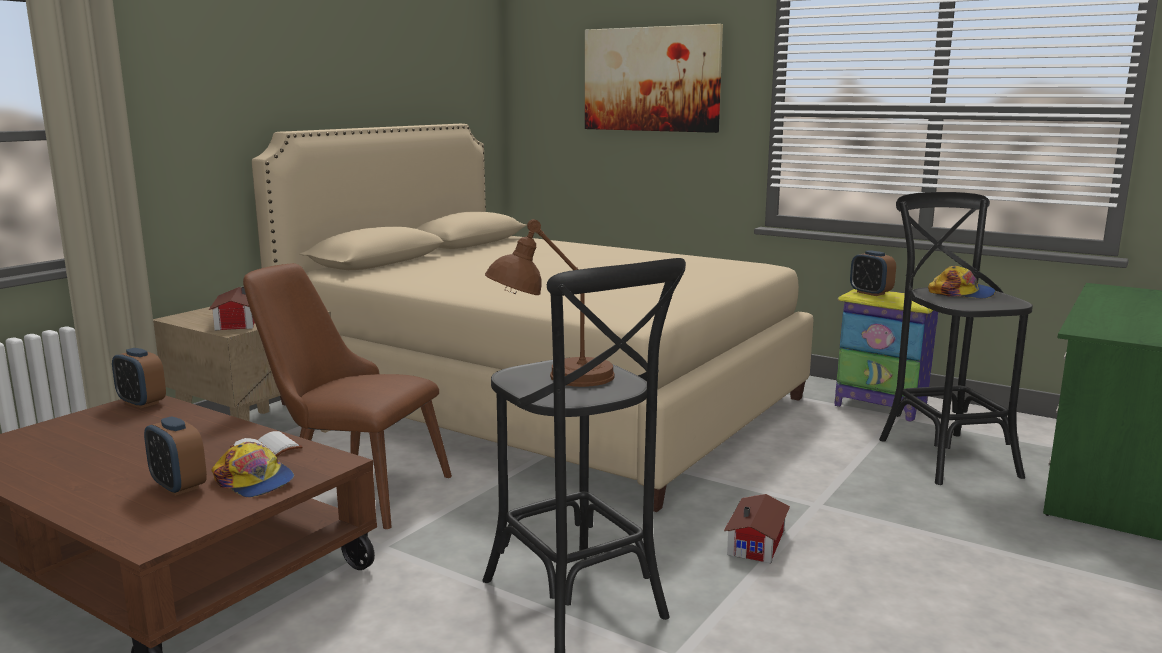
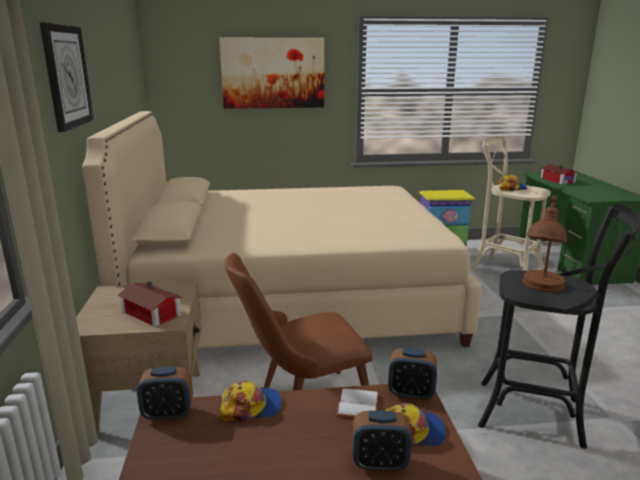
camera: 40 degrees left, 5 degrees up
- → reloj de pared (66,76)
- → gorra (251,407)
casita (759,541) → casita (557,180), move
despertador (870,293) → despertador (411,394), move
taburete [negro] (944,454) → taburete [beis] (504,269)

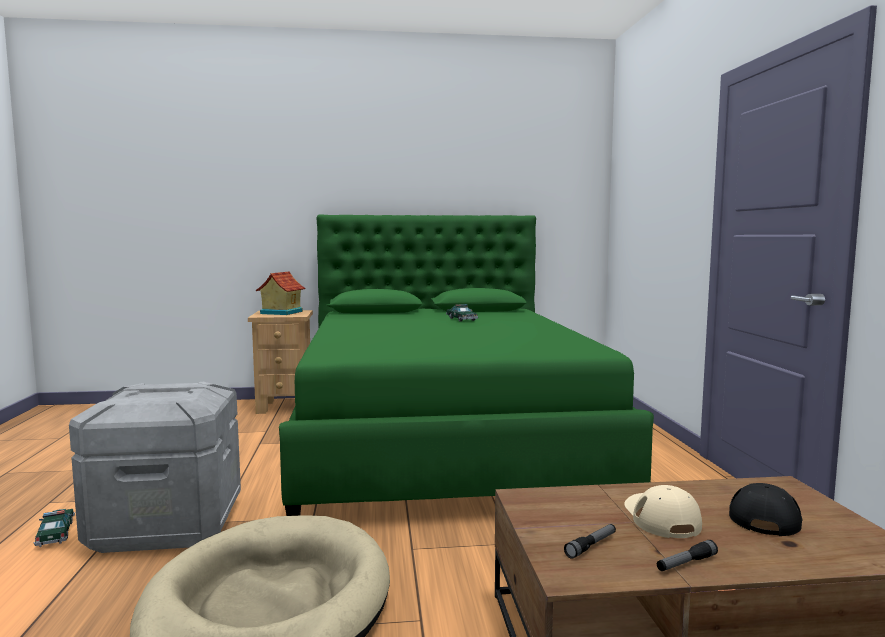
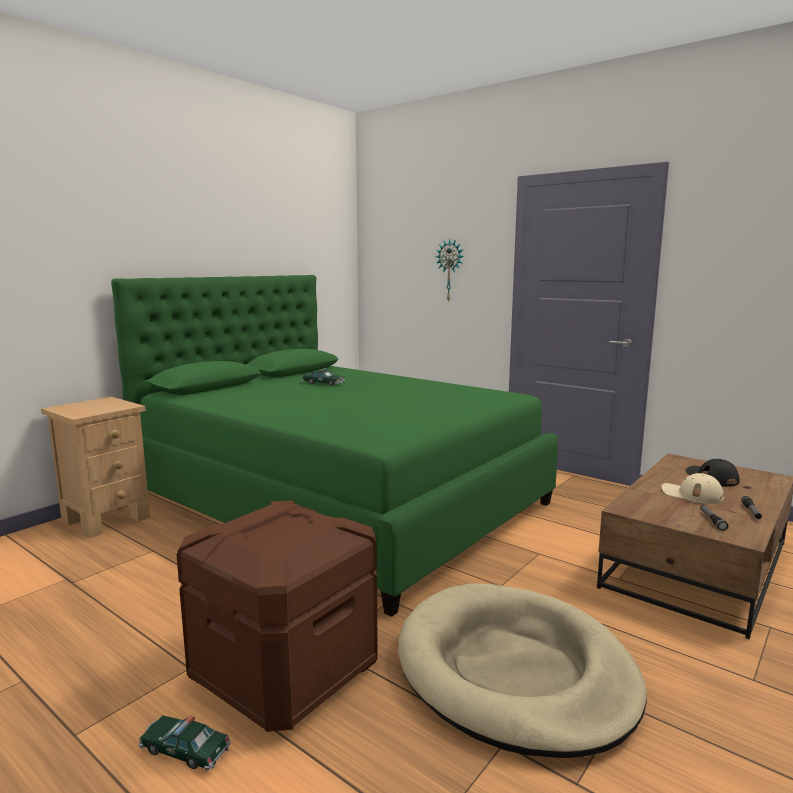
camera: 45 degrees left, 5 degrees up
casita (280,312) → -
- → reloj de pared (450,270)
caja de almacenaje [gris] (168,524) → caja de almacenaje [marrón] (285,671)

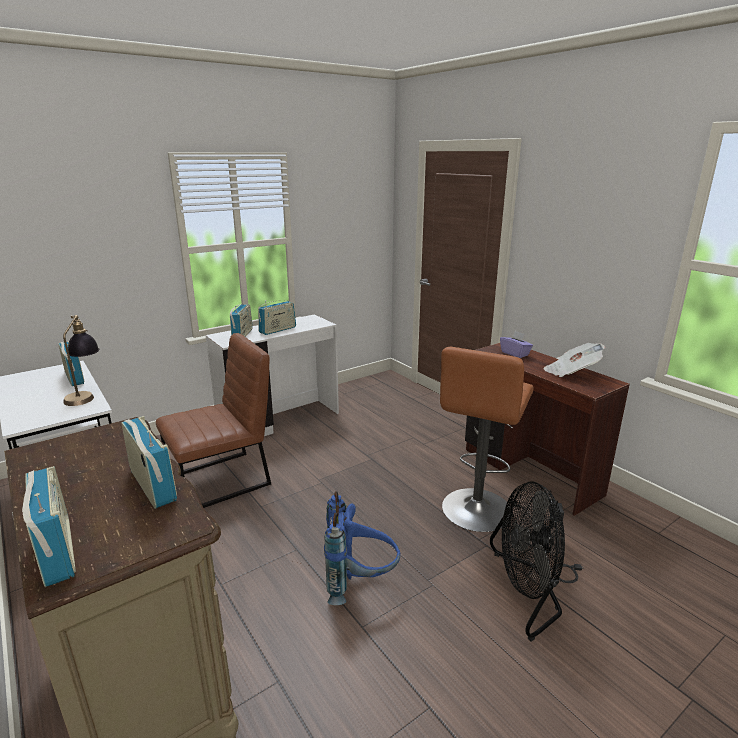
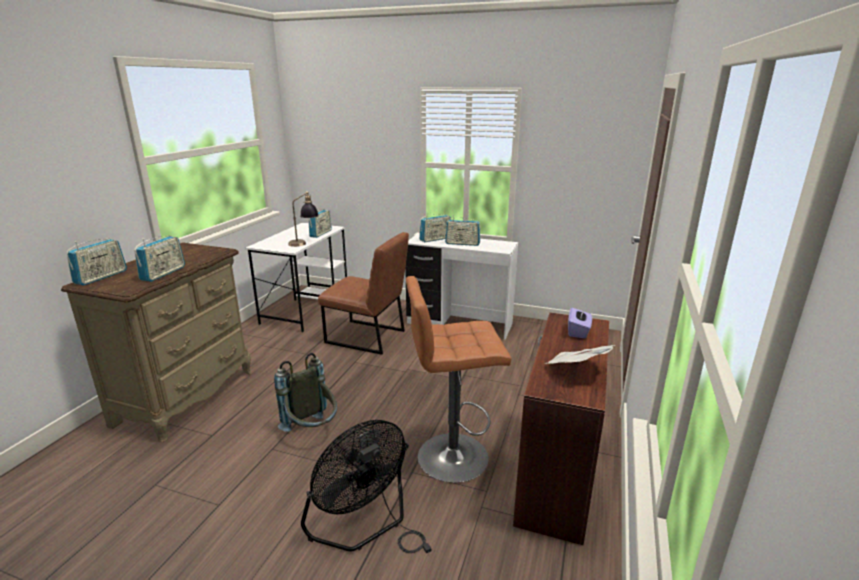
camera: 55 degrees right, 0 degrees up
mochila [azul] (360,583) → mochila [gris] (312,431)

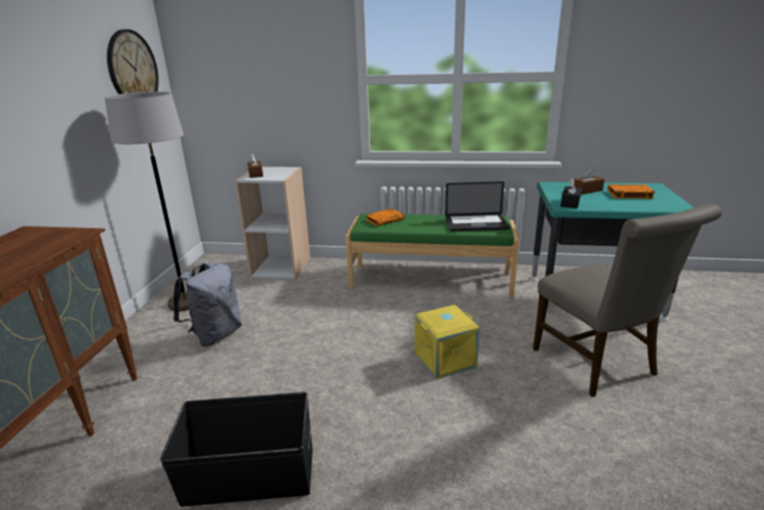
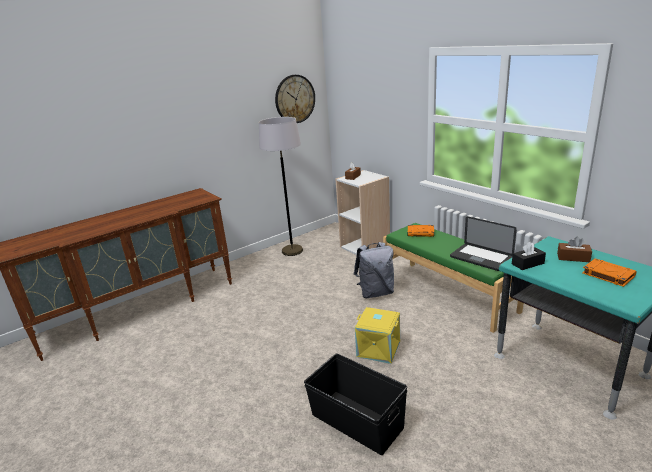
camera: 45 degrees right, 0 degrees up
silla [beis] (599,365) → -
caja de almacenaje [negro] (249,475) → caja de almacenaje [negro] (356,420), move
mochila [gris] (215,335) → mochila [gris] (376,293), move

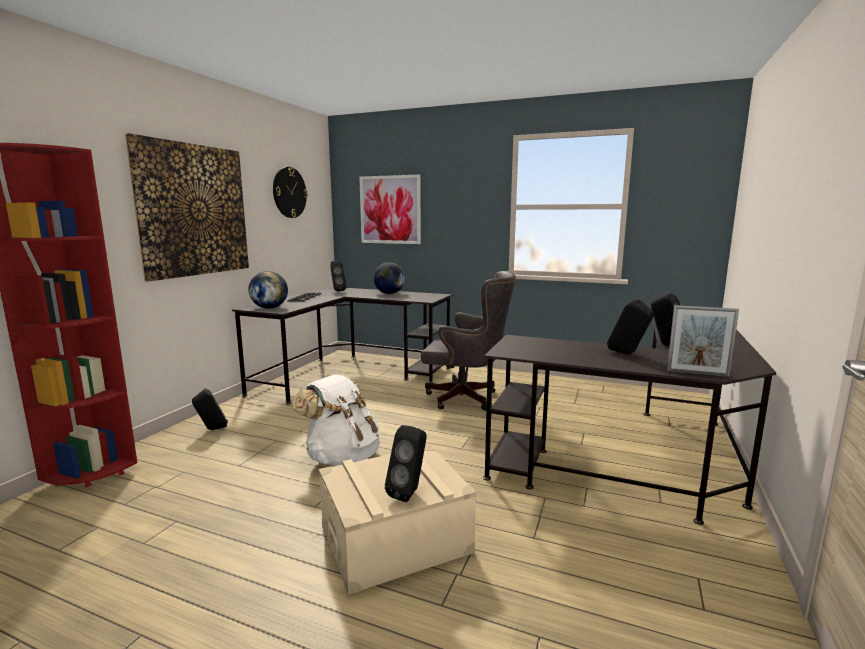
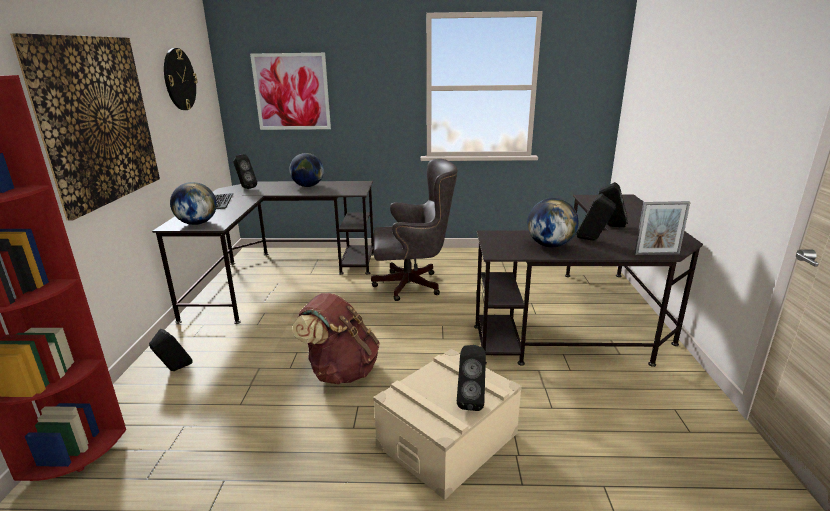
camera: 20 degrees left, 10 degrees up
- → globo terráqueo (550,245)
mochila [blanco] (342,457) → mochila [marrón] (341,371)

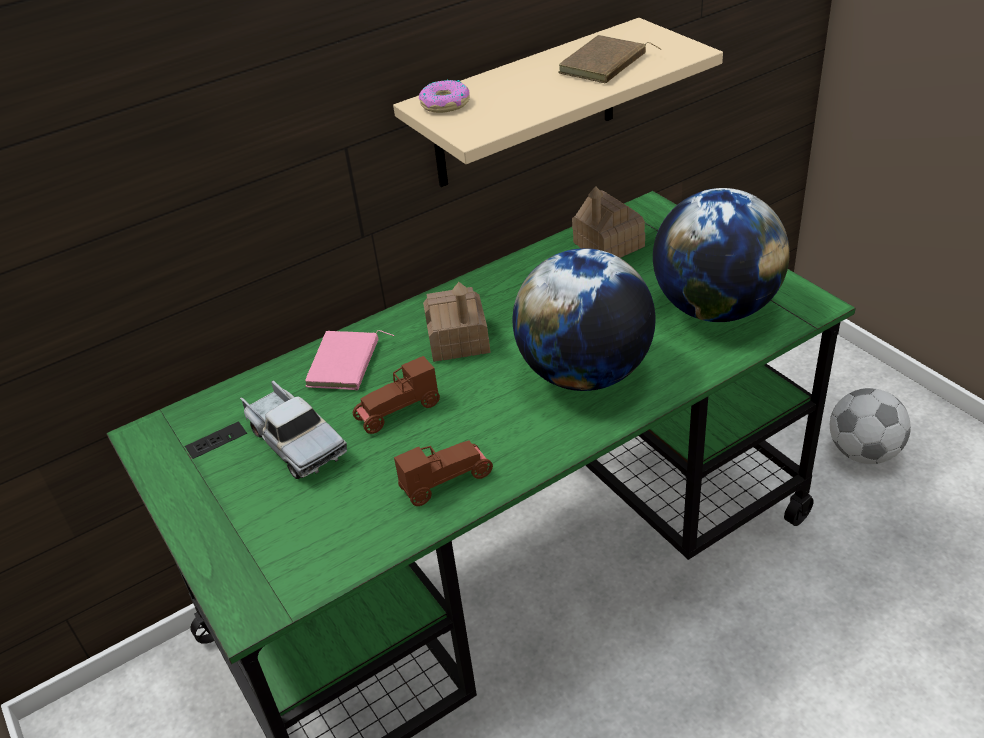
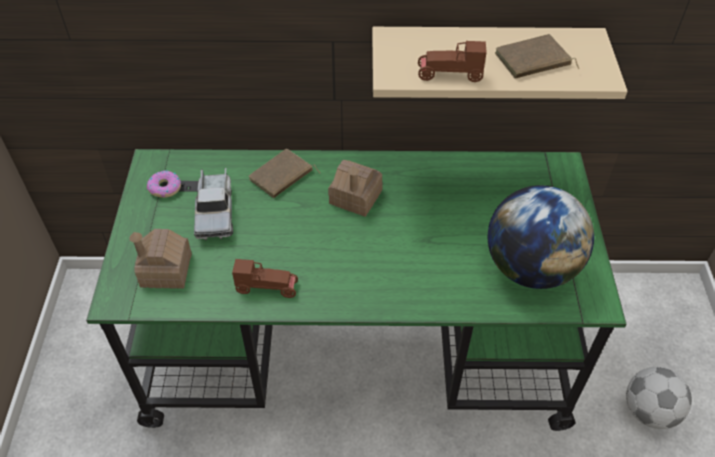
camera: 30 degrees right, 10 degrees up
globo terráqueo (585,373) → -
coche de juguete [marrón] (398,413) → coche de juguete [marrón] (449,75), move
rosquilla (445,104) → rosquilla (165,188), move
casita (608,245) → casita (166,270), move
libro [rosa] (346,364) → libro [marrón] (282,177)

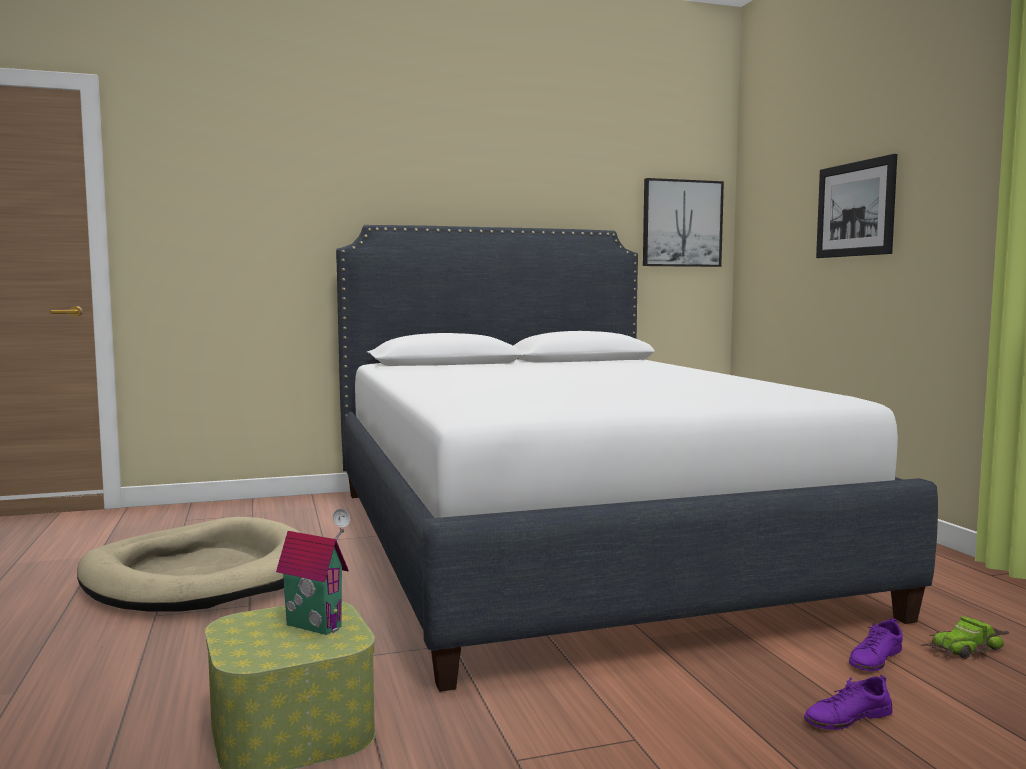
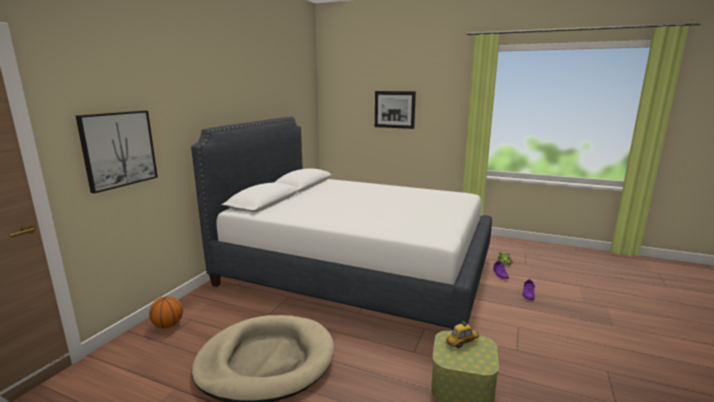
camera: 50 degrees left, 10 degrees up
- → balón de baloncesto (168,325)
cuadro (681,223) → cuadro (118,149), move
casita (317,624) → coche de juguete (462,343)

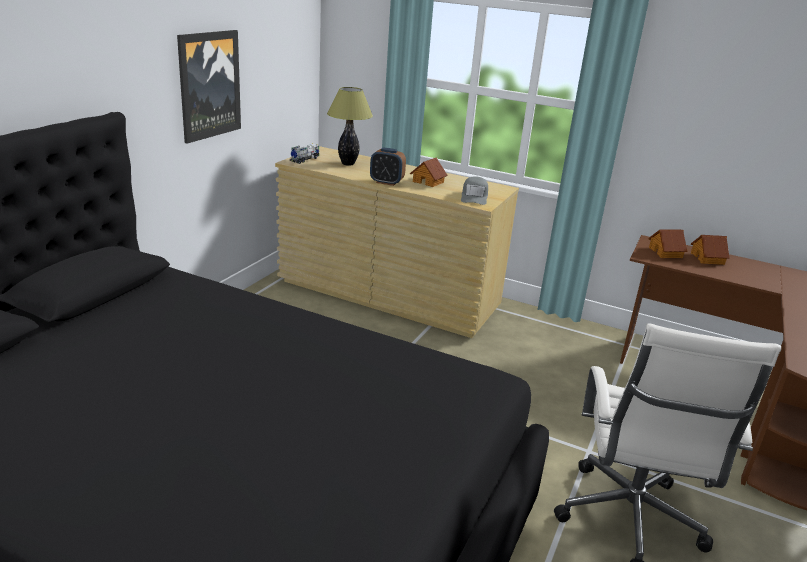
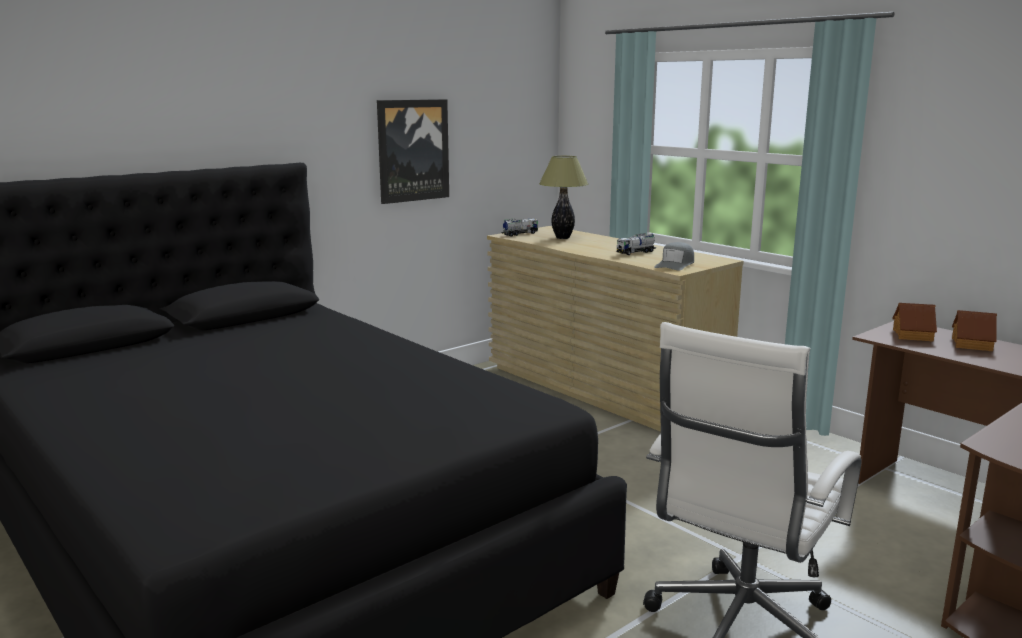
camera: 25 degrees right, 10 degrees down
despertador (386,182) → -
casita (428,182) → camión de juguete (636,252)

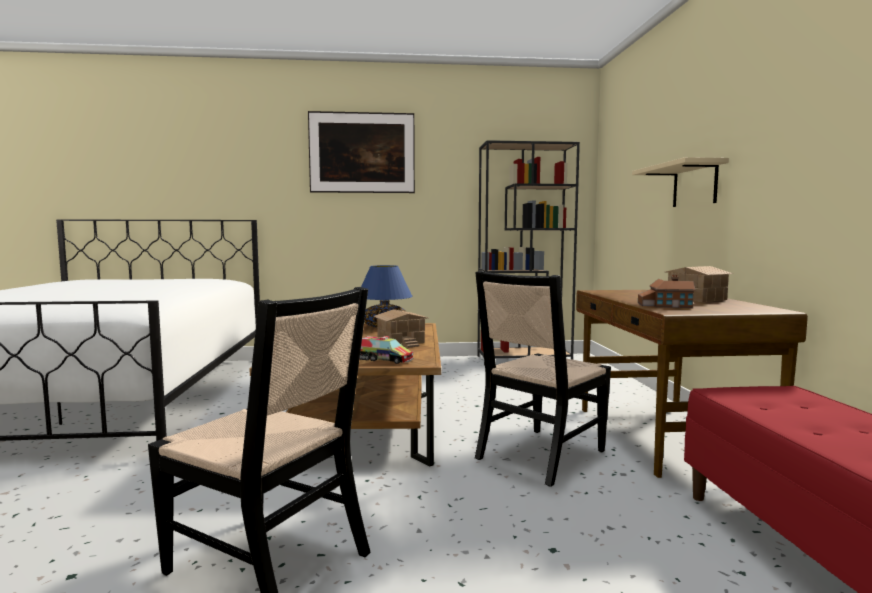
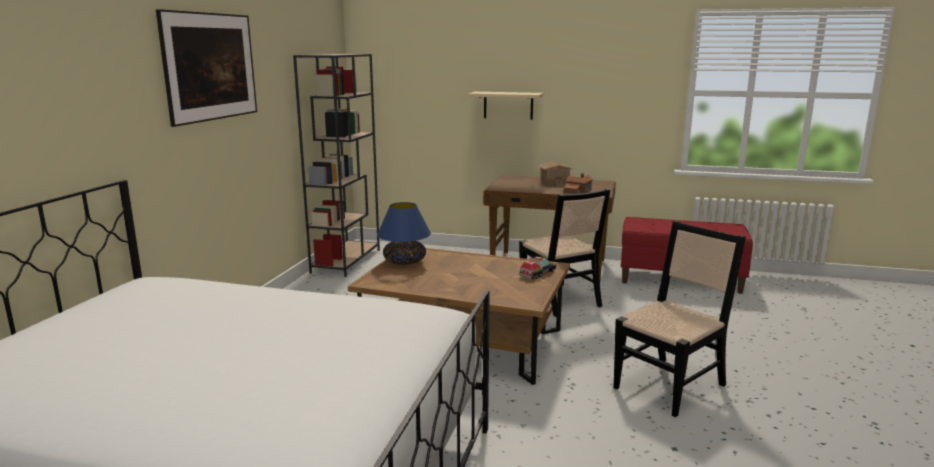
camera: 70 degrees left, 10 degrees up
casita (399,341) → -

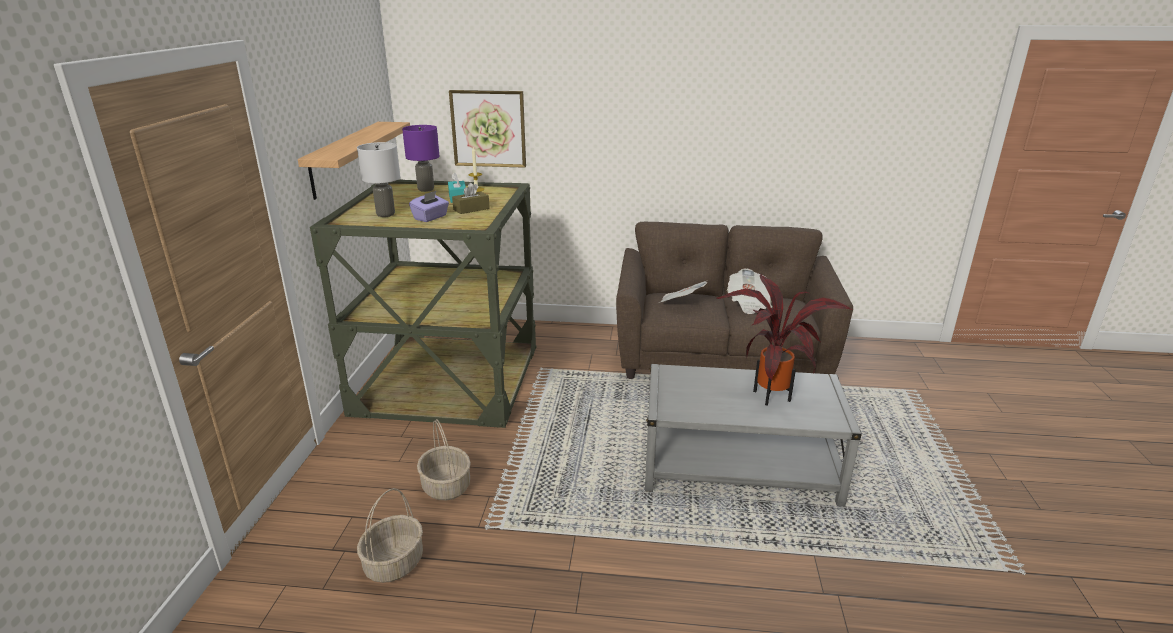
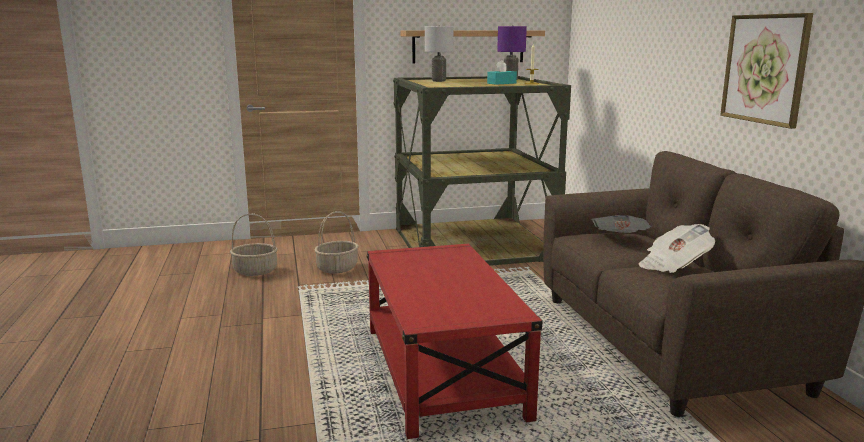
camera: 70 degrees right, 10 degrees down
caja de pañuelos [morado] (430,217) → -
caja de pañuelos [marrón] (471,209) → -
planta en maceta (772,394) → -
cuadro (488,128) → cuadro (765,69), move
mesa de centro [gris] (739,466) → mesa de centro [rojo] (442,371)

